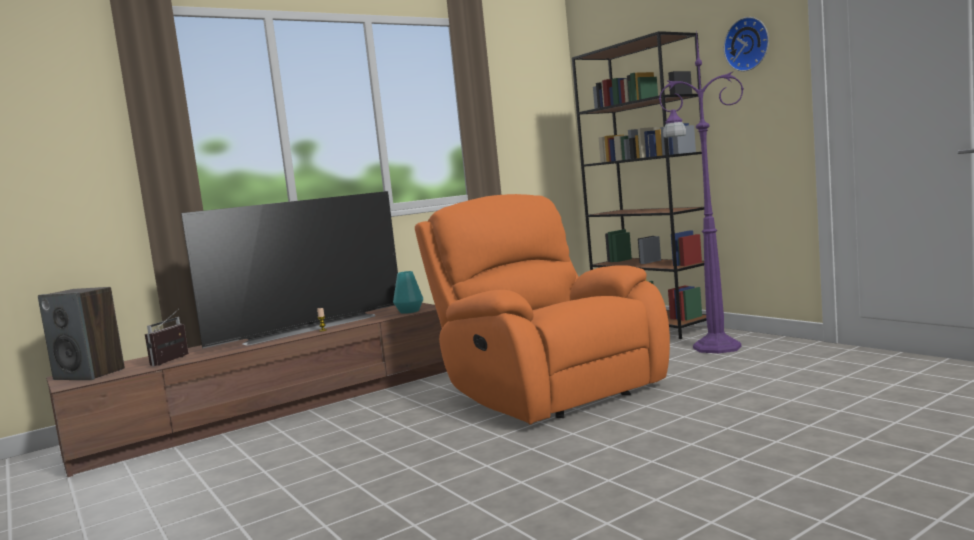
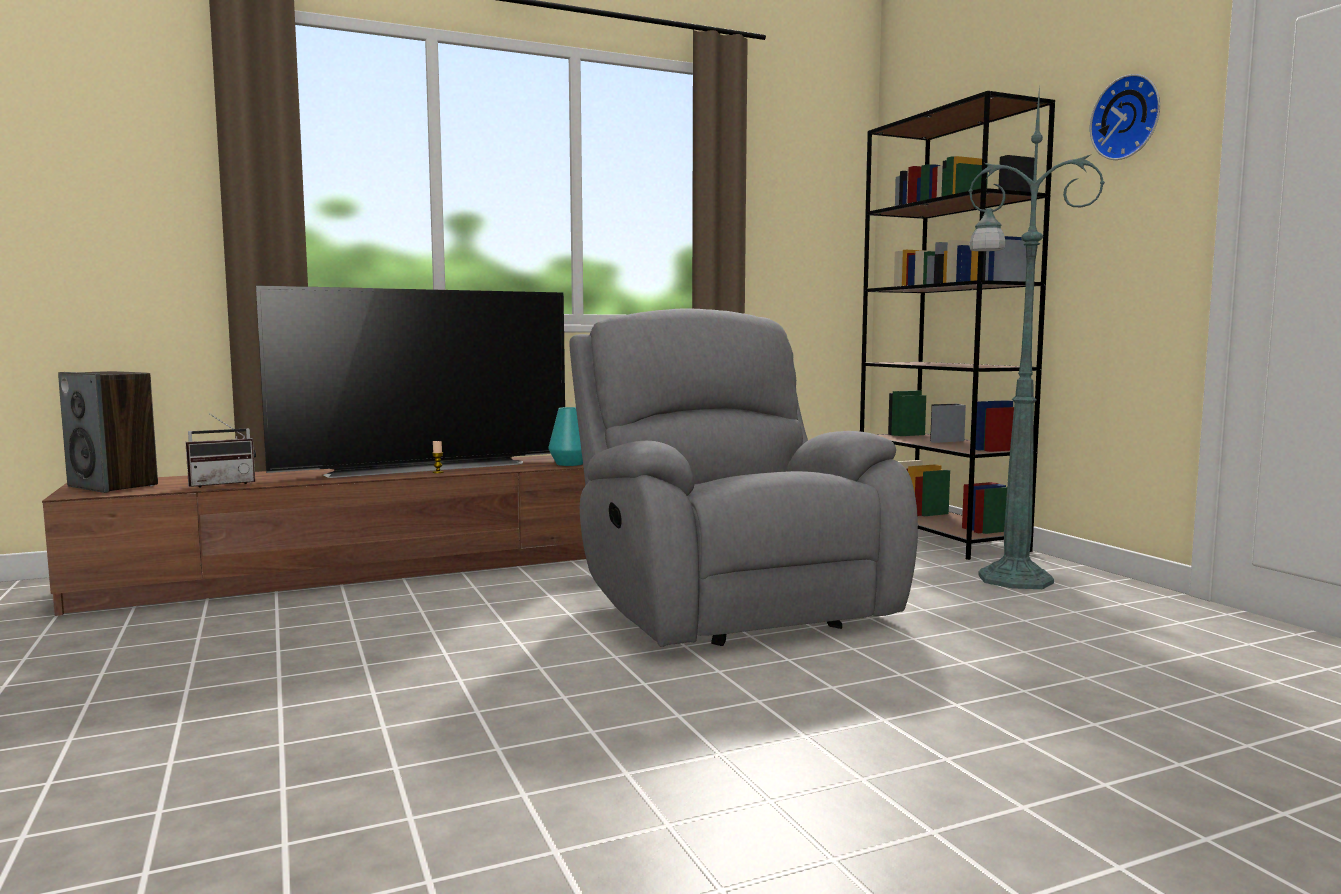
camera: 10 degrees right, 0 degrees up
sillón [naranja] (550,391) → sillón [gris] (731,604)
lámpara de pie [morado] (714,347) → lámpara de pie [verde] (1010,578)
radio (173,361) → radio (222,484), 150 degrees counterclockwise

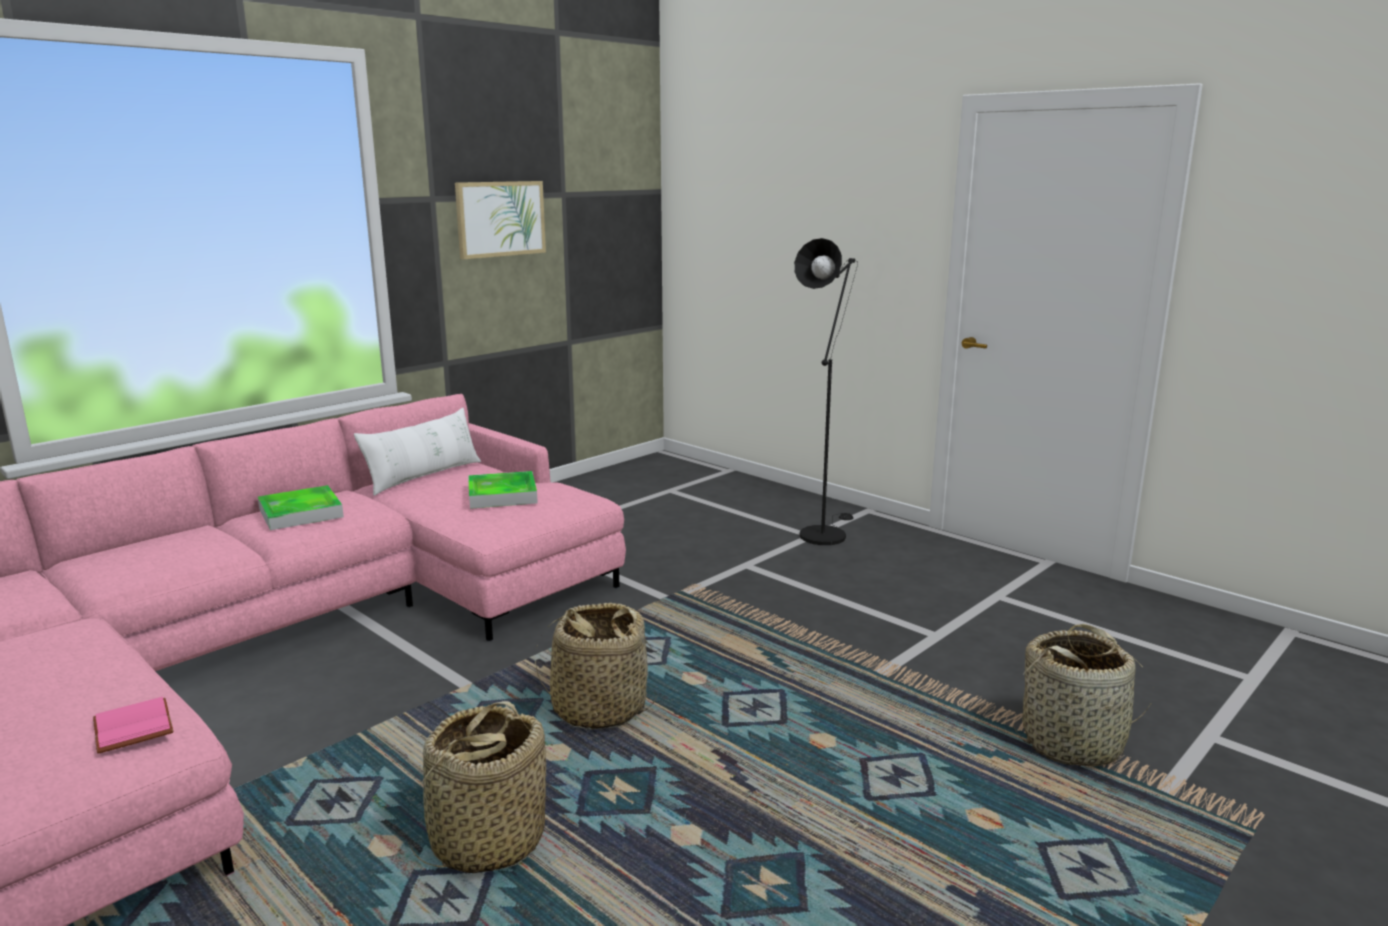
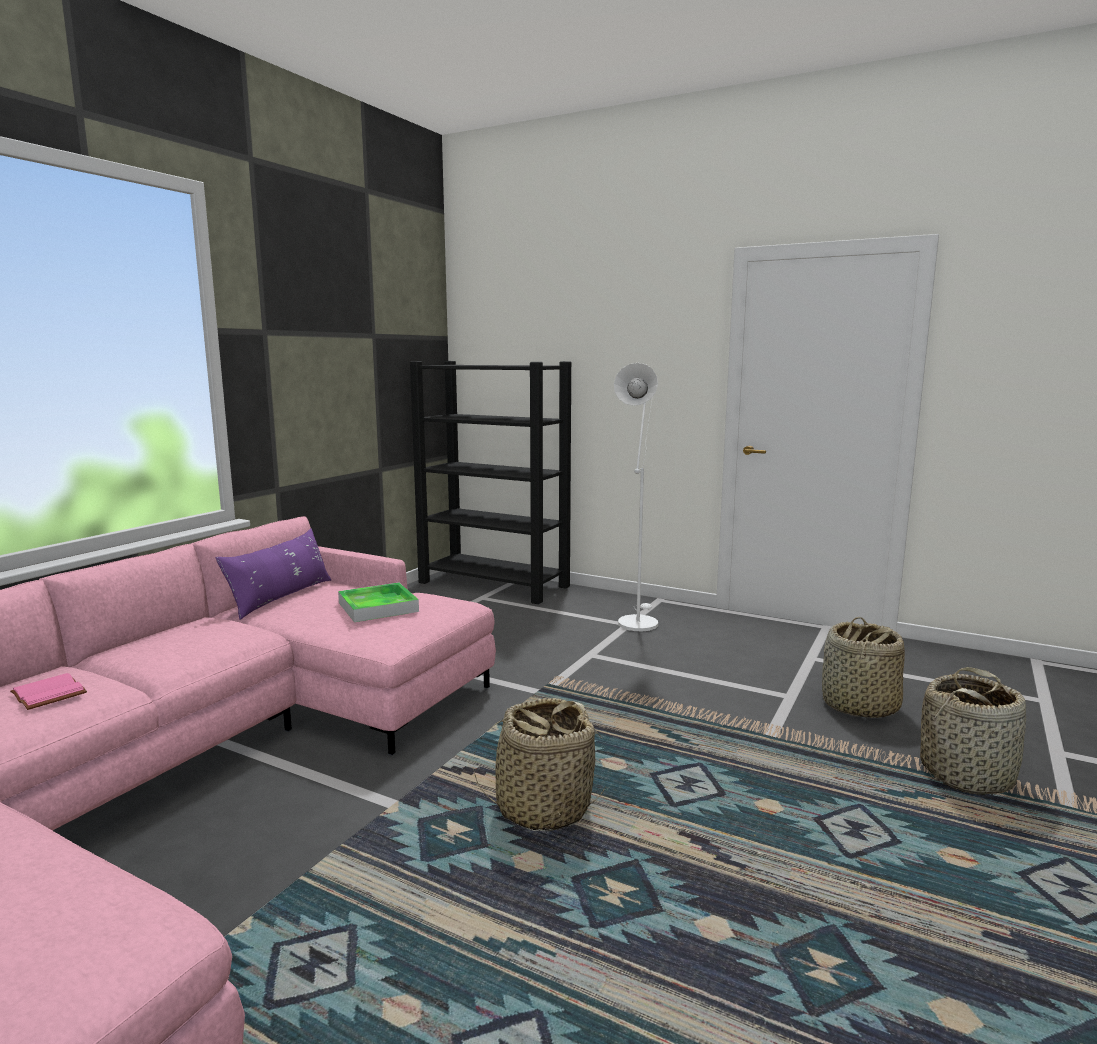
camera: 15 degrees left, 5 degrees down
bandeja (301,513) → -
cuadro (500,219) → -
- → estantería [negro] (494,584)
libro [rosa] (130,727) → libro [rosa] (46,694), move
cesta (487,841) → cesta (859,706), move
cojín [blanco] (424,476) → cojín [morado] (281,597)
lámpara de pie [negro] (824,533) → lámpara de pie [blanco] (637,621)

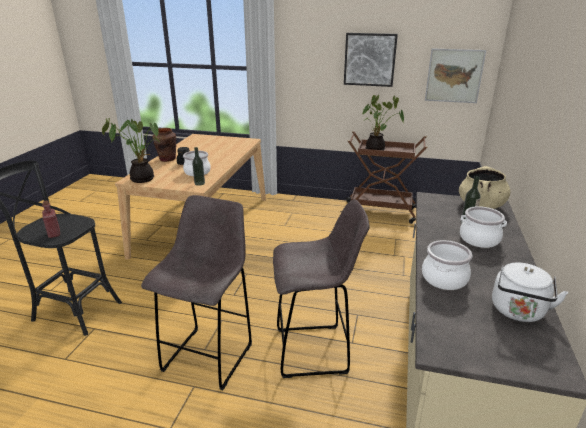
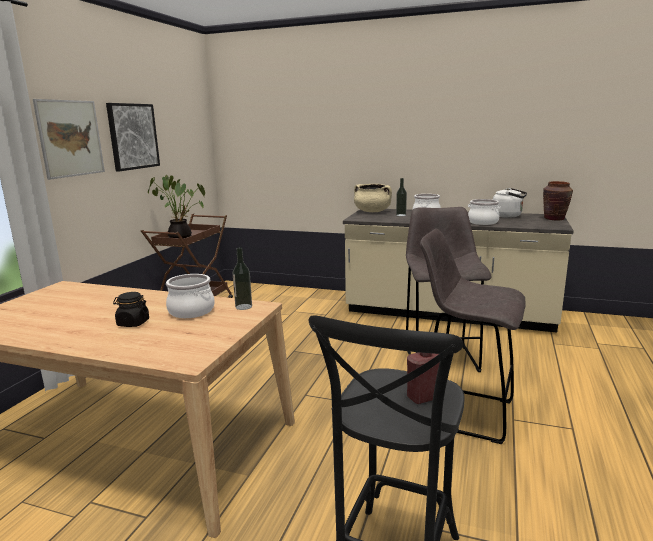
camera: 85 degrees left, 10 degrees down
planta en maceta (142,178) → -
florero [marrón] (167,159) → florero [marrón] (554,218), move
cuadro (454,76) → cuadro (70,138), move

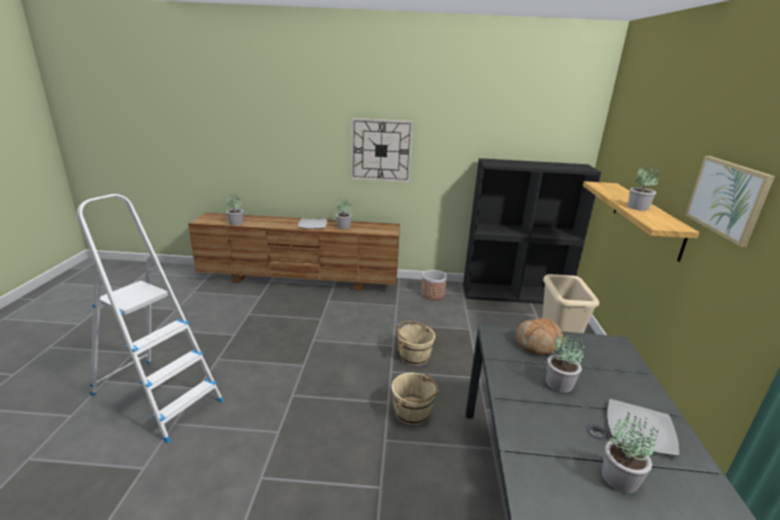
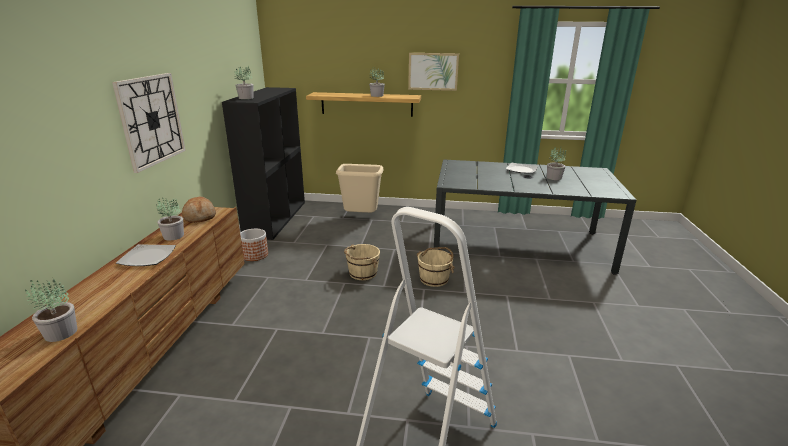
camera: 85 degrees left, 0 degrees up
pan (537,344) → pan (199,217), move
planta en maceta (560,384) → planta en maceta (246,98), move

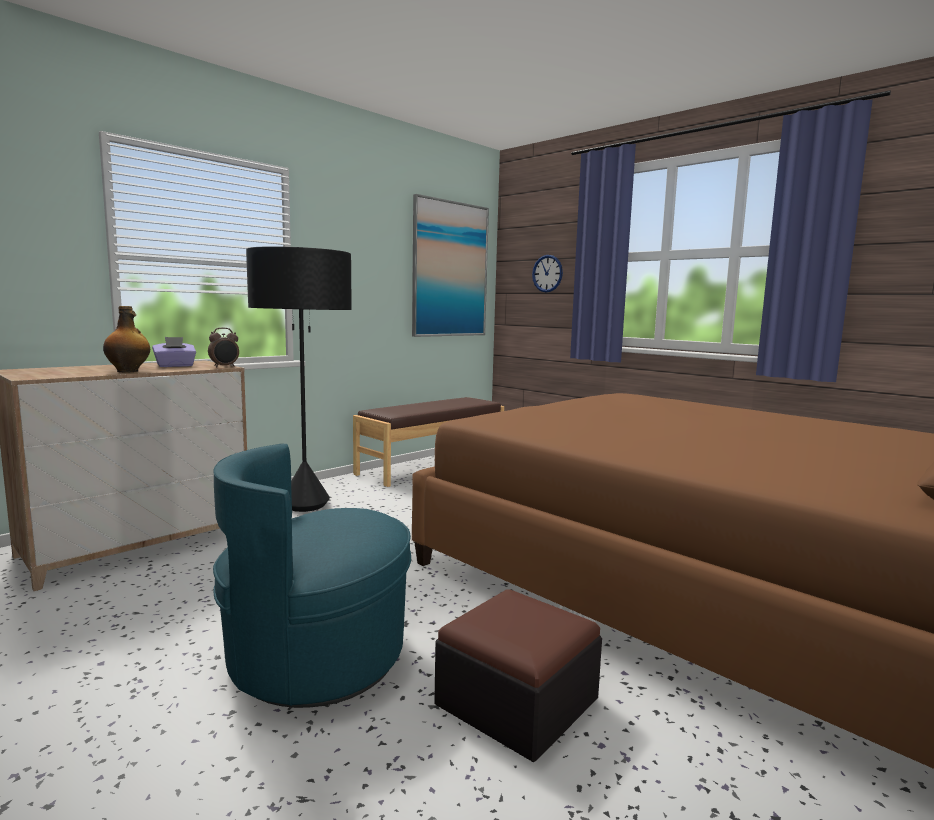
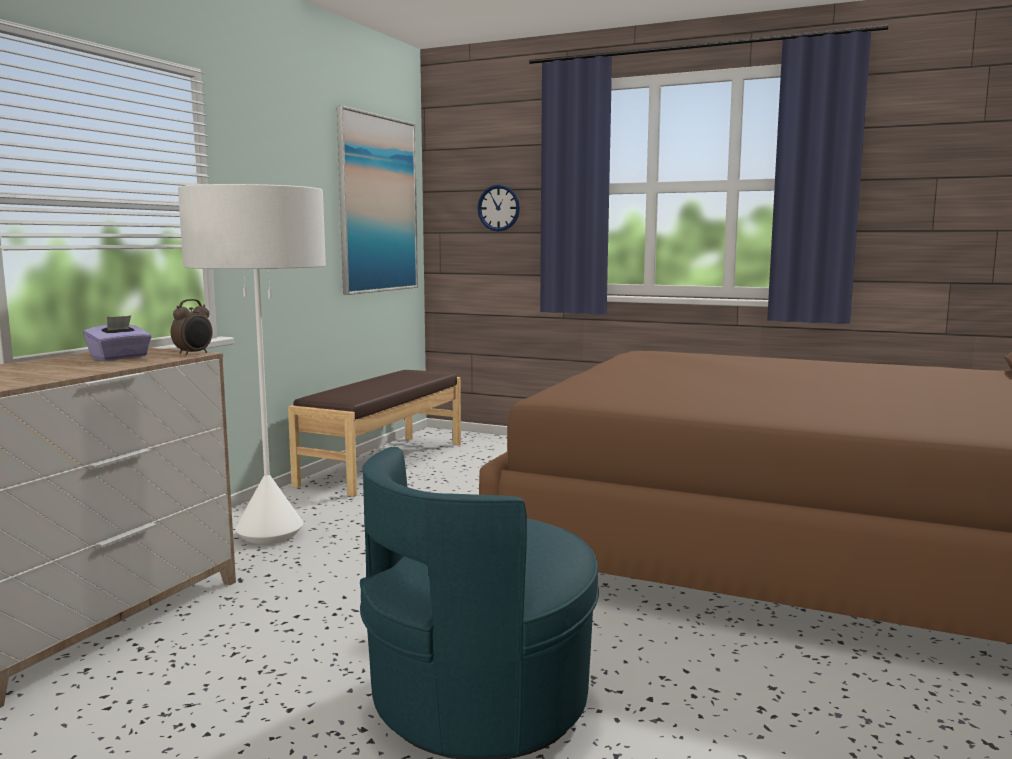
camera: 20 degrees left, 0 degrees up
botella (128,371) → -
puf (517,702) → -
lámpara de pie [negro] (305,505) → lámpara de pie [blanco] (270,534)

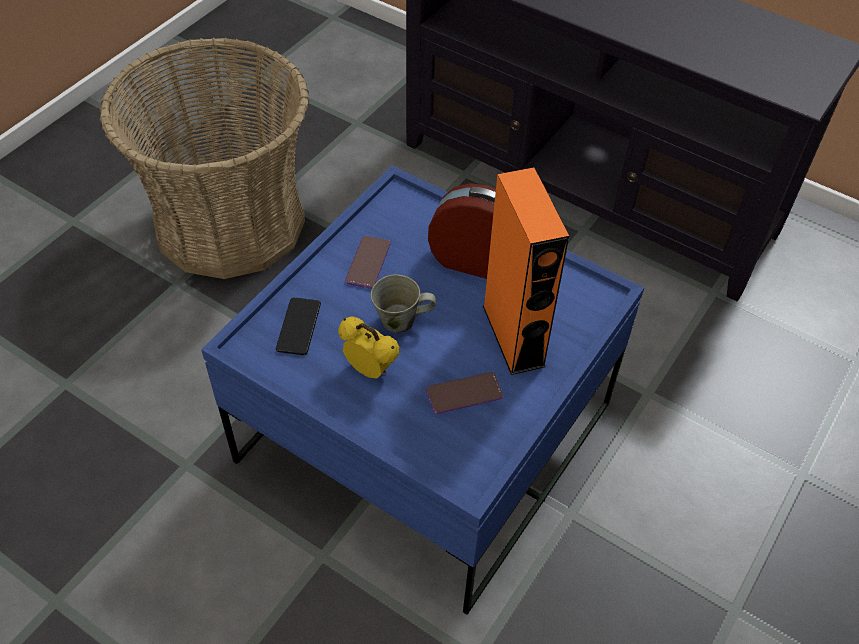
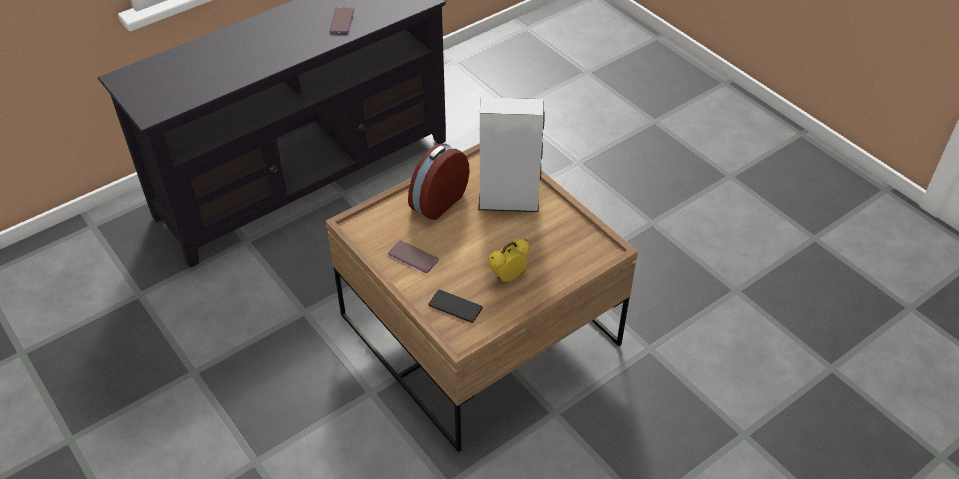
camera: 70 degrees left, 5 degrees down
cesta (230,222) → -
taza grande [gris] (400,321) → -
móvil (464,393) → móvil (342,21), move
mesa de centro [azul] (425,433) → mesa de centro [marrón] (479,330)
altavoz [naranja] (513,336) → altavoz [gris] (508,202)

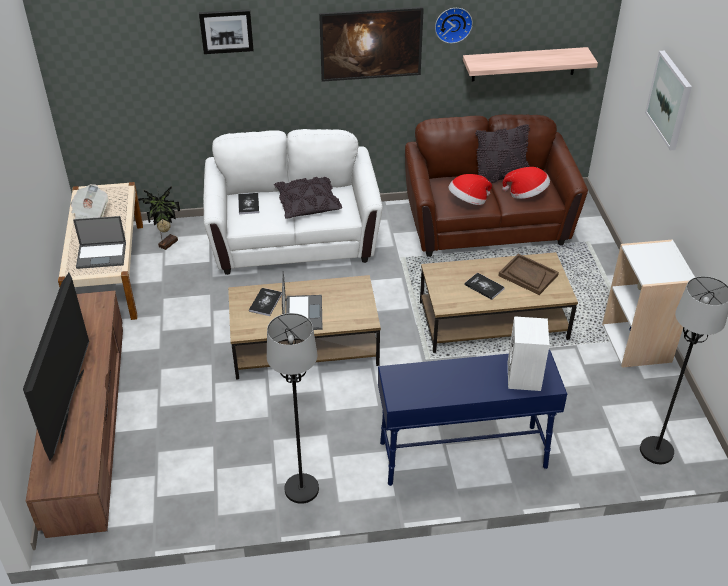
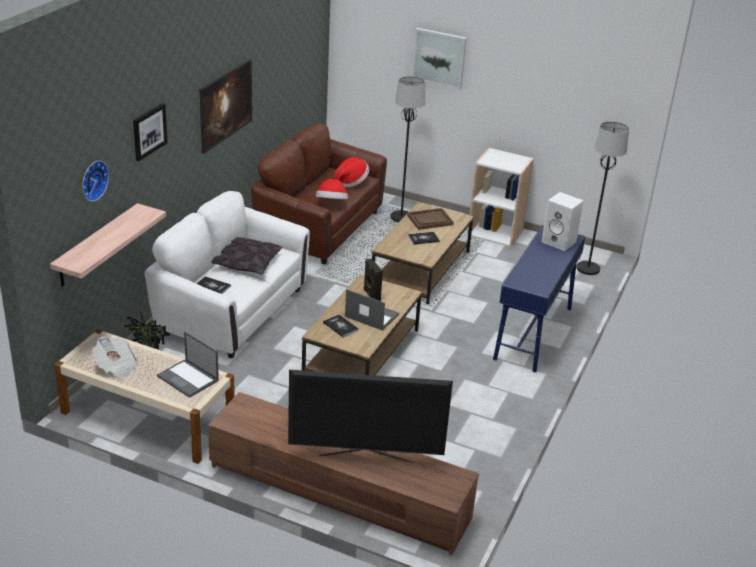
camera: 60 degrees left, 10 degrees down
cojín [negro] (500,177) → -
- → altavoz [negro] (371,296)
lámpara de pie [negro] (301,489) → lámpara de pie [negro] (401,217), move
reloj de pared (453,24) → reloj de pared (92,180), move
estante (524,64) → estante (97,245), move
televisor (71,405) → televisor (365,458), 150 degrees clockwise
portátil (102,255) → portátil (188,378), 105 degrees clockwise

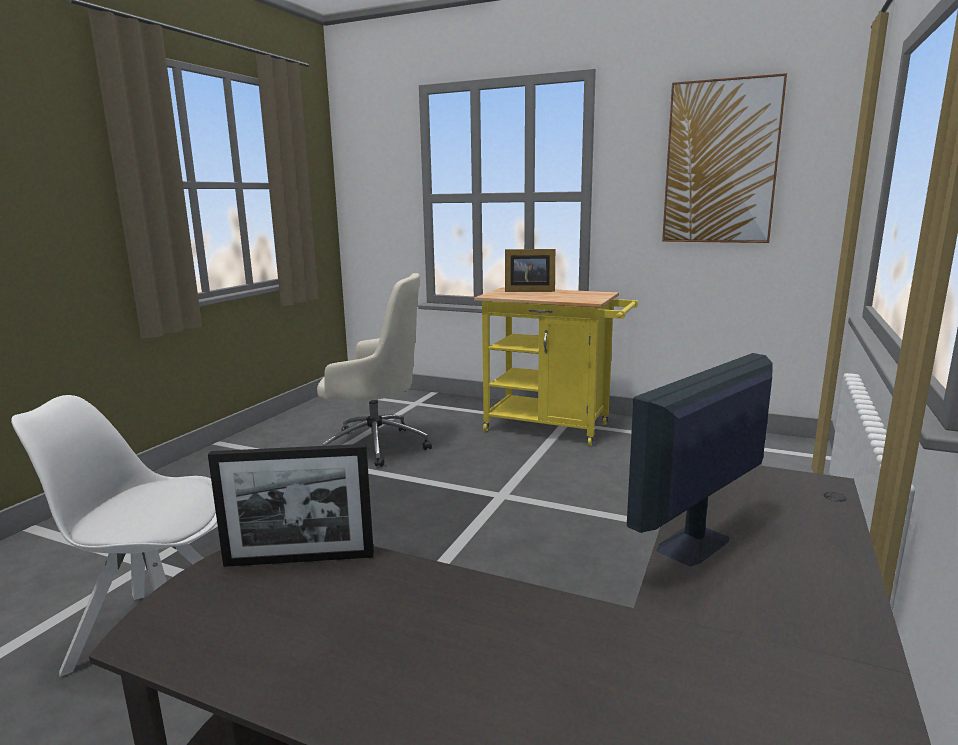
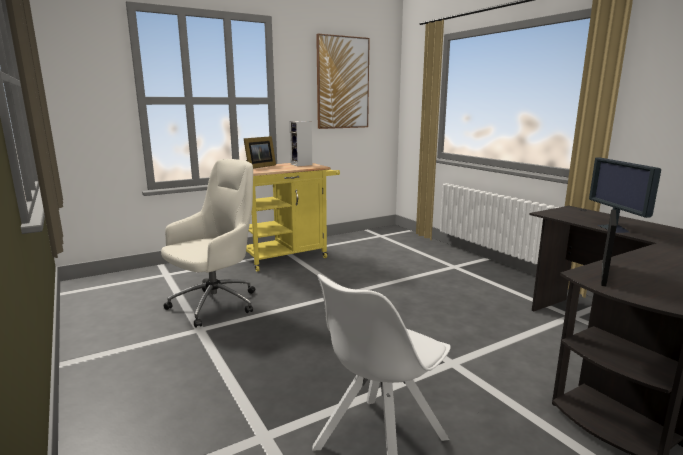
camera: 55 degrees left, 0 degrees up
- → altavoz (302,164)

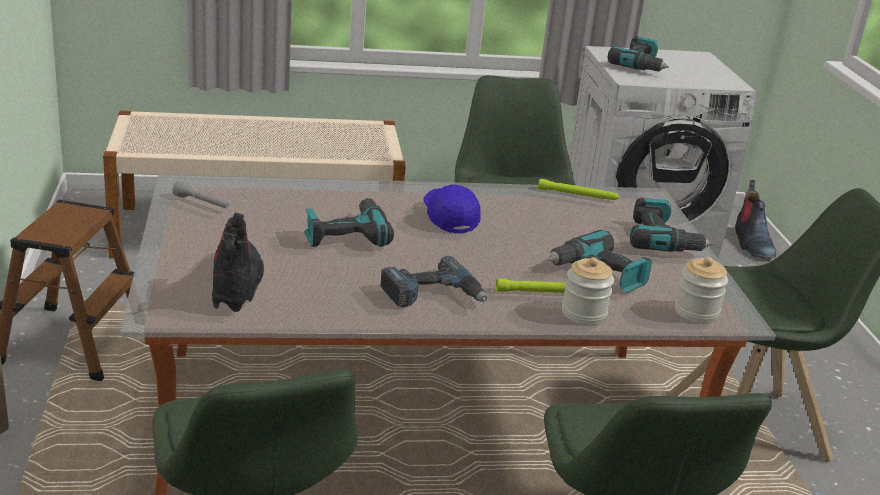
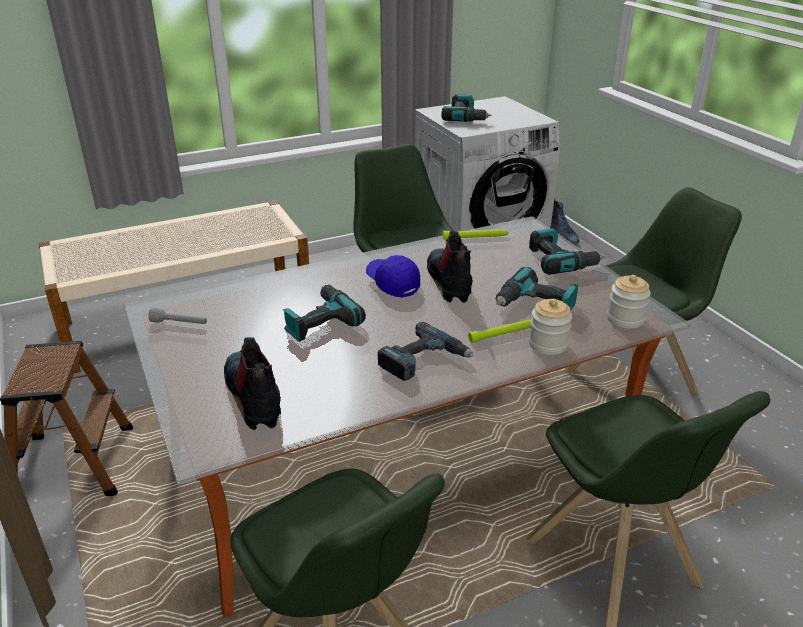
camera: 15 degrees left, 5 degrees up
- → bota (450,282)

